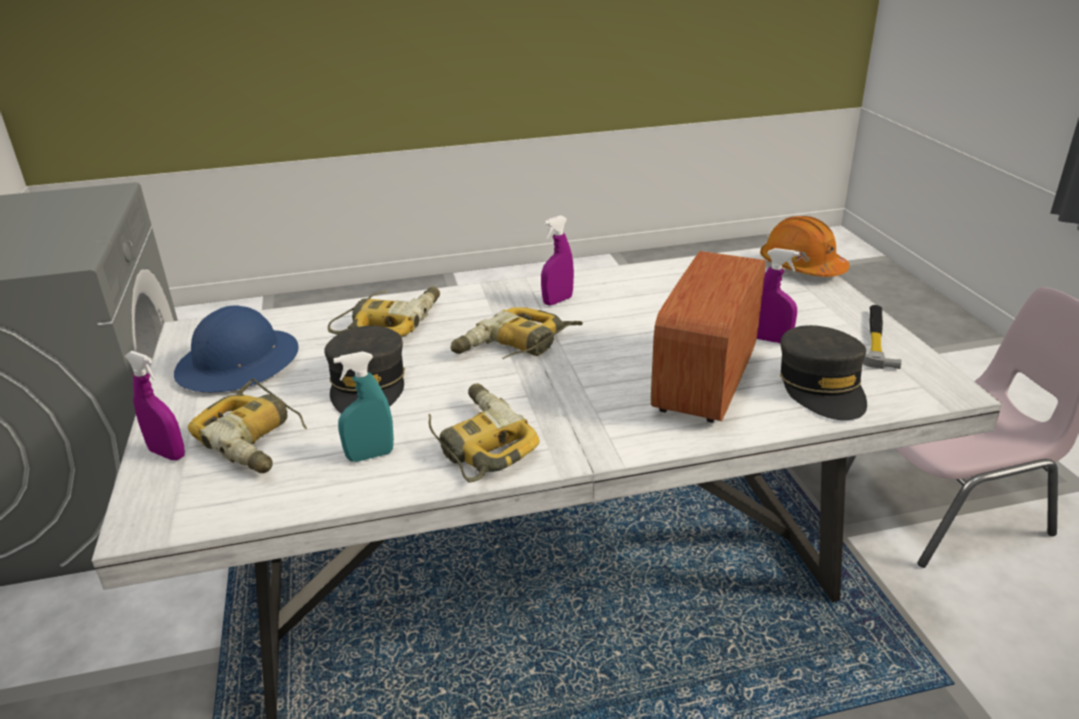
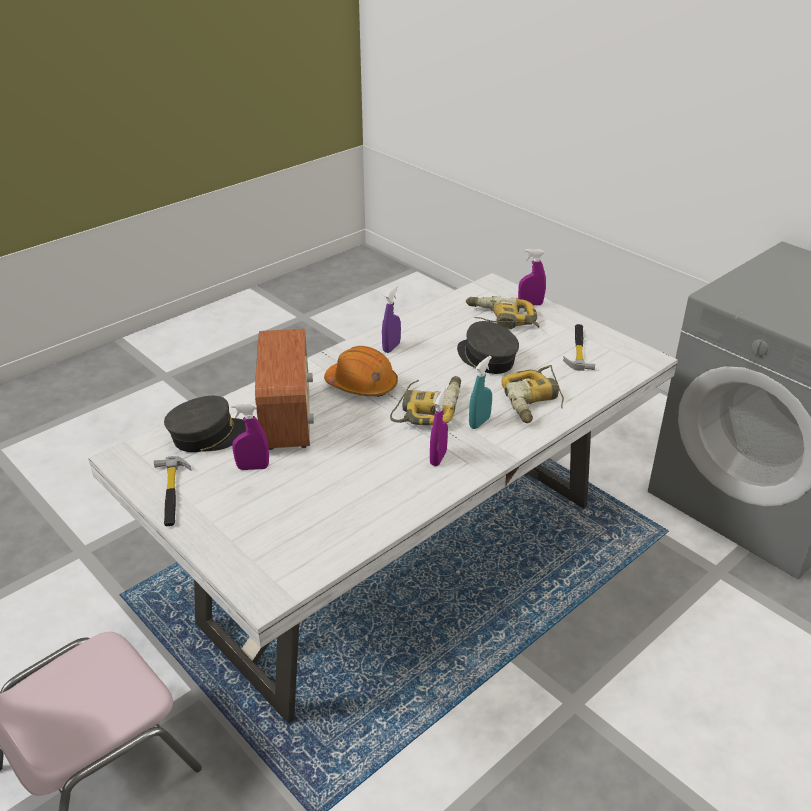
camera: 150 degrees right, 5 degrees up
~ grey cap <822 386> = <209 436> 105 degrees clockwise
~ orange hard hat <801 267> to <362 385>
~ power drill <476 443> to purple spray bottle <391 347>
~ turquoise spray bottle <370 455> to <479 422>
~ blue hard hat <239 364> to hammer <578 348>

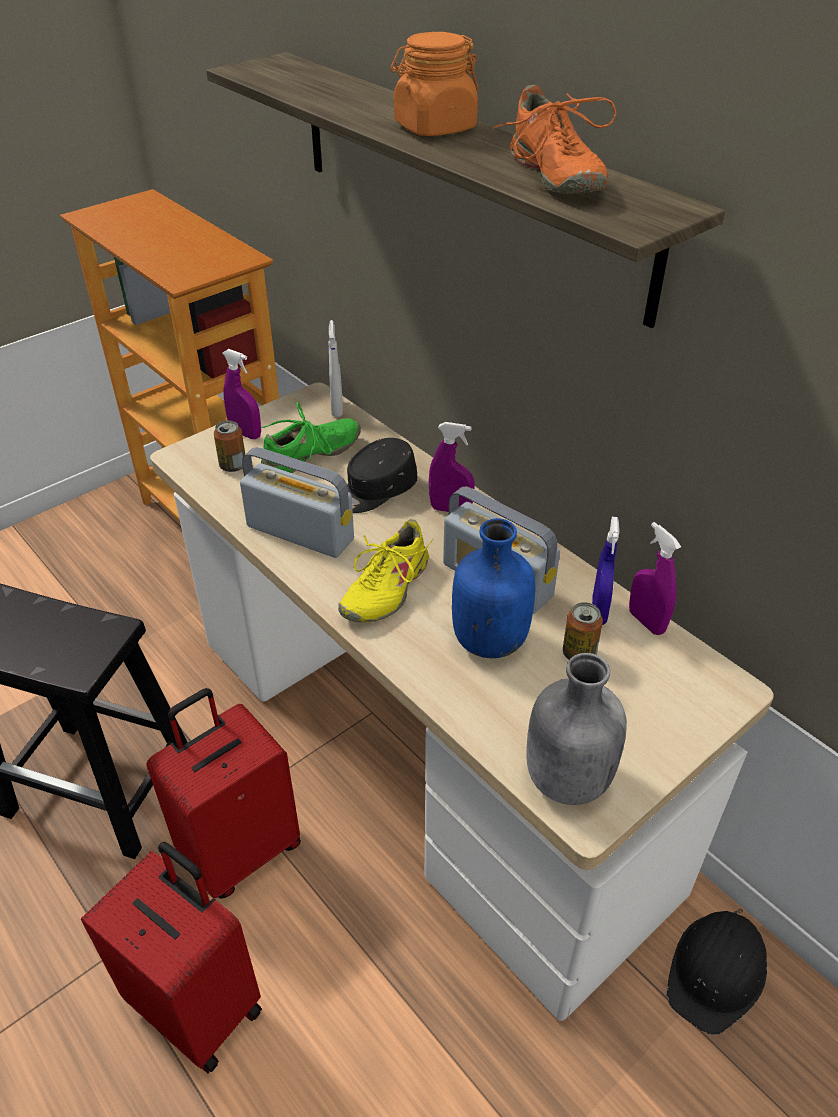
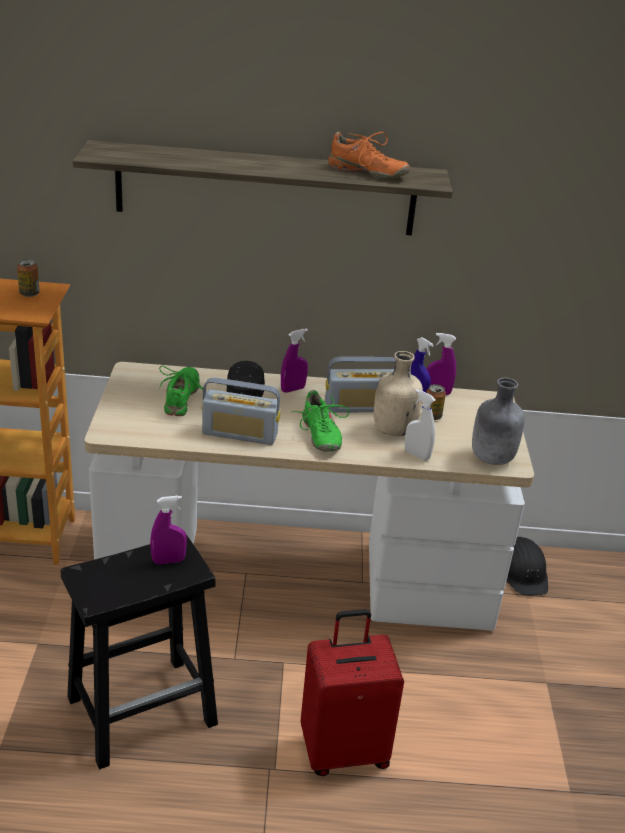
camera: 50 degrees left, 10 degrees down
~ can <233 466> to <29 293>
~ purple spray bottle <245 434> to <168 561>
~ radio <300 533> = <240 434> 150 degrees counterclockwise
~ yellow shoe <385 589> to green shoe <320 435>
~ blue bottle <489 639> to beige bottle <393 430>
~ white spray bottle <337 408> to <416 455>
- red suitcase <240 849>
- orange jar <434 128>

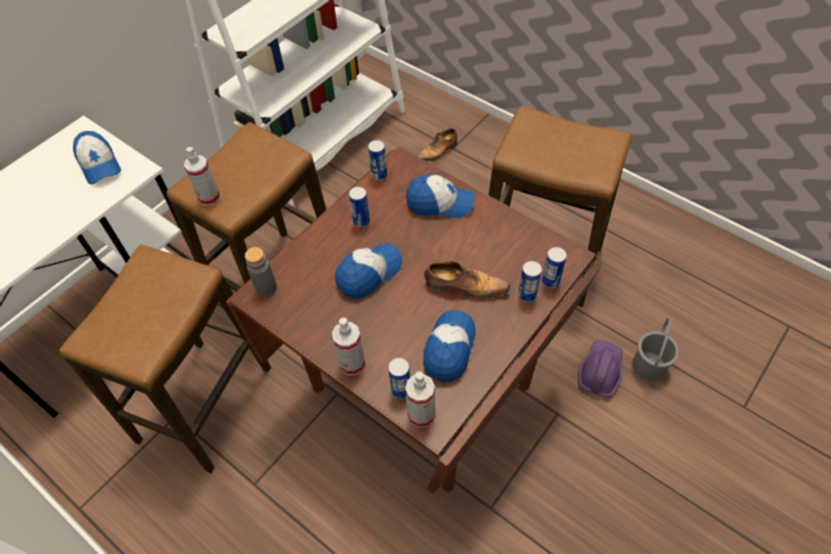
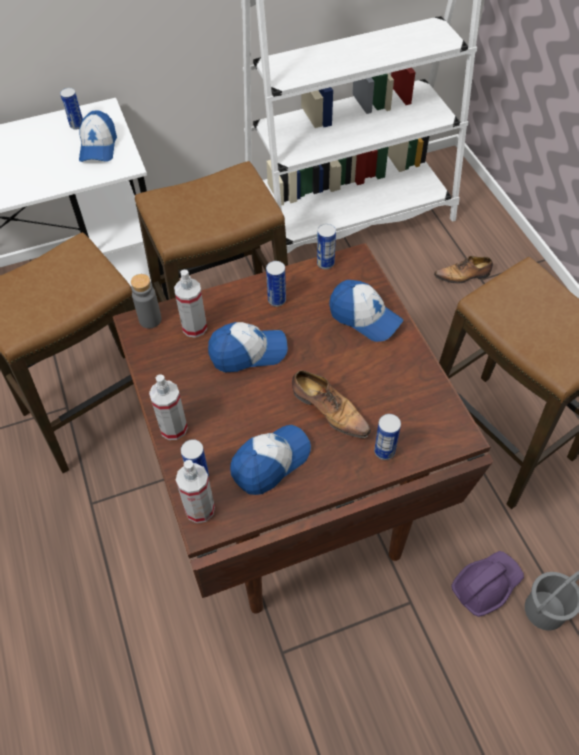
camera: 30 degrees right, 0 degrees up
~ can <550 282> to <77 125>
~ spray bottle <209 198> to <194 327>

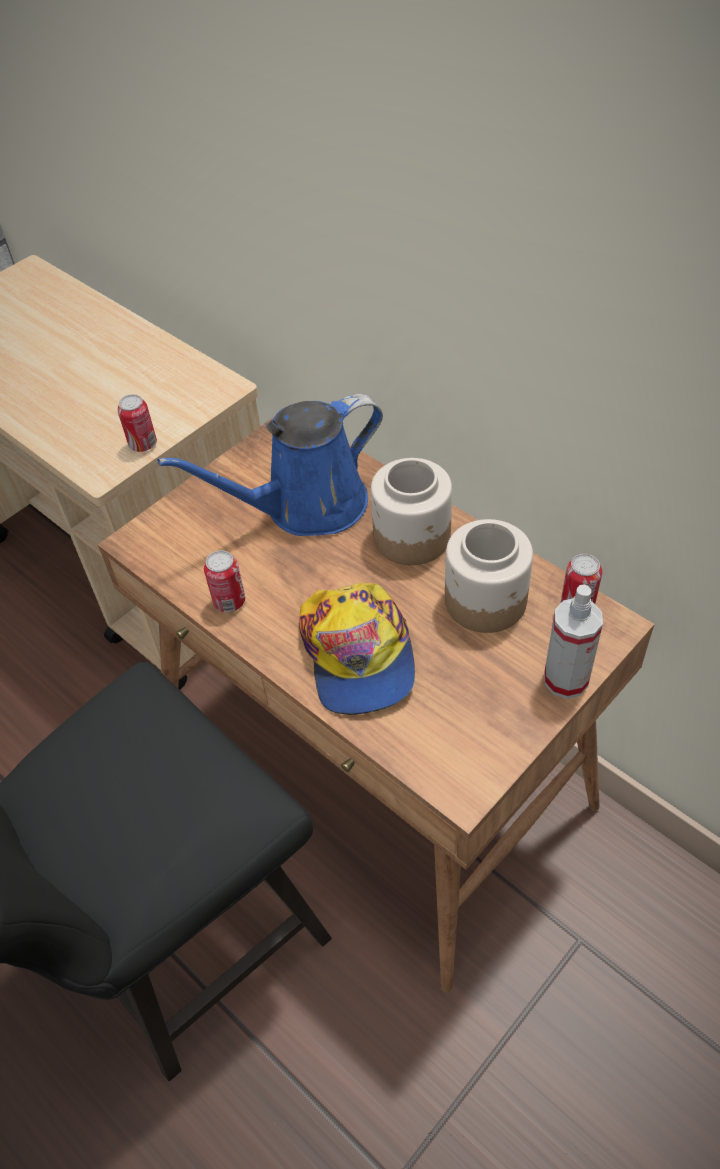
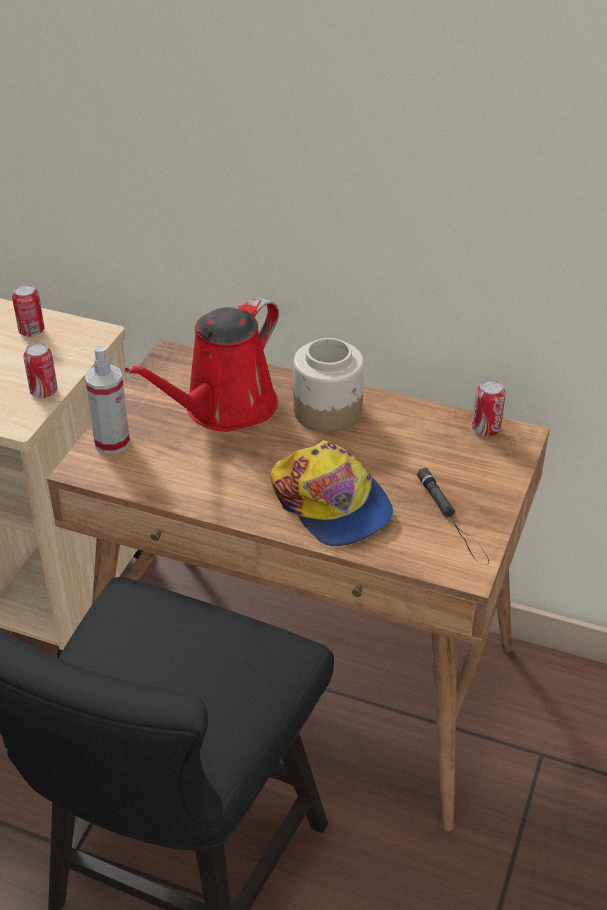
camera: 25 degrees left, 10 degrees down
~ can <229 601> to <31 331>
~ spray bottle <565 679> to <112 442>
~ blue watering can <306 506> to red watering can <224 409>
+ black flashlight <452 519>
- jar <486 601>

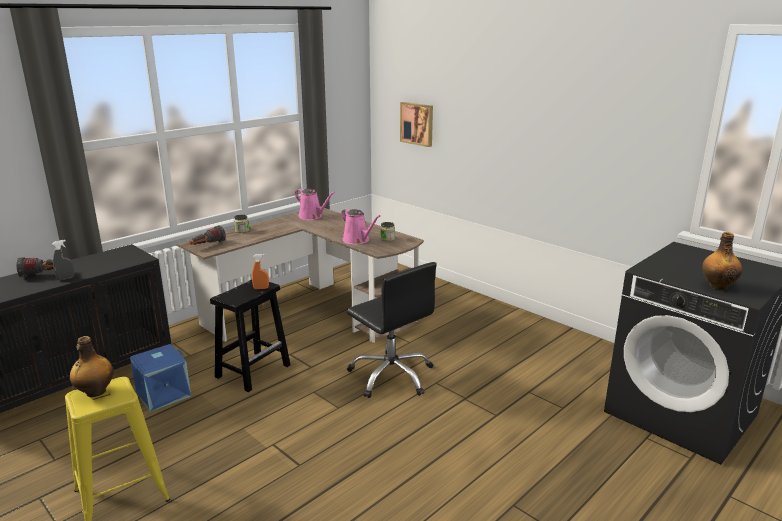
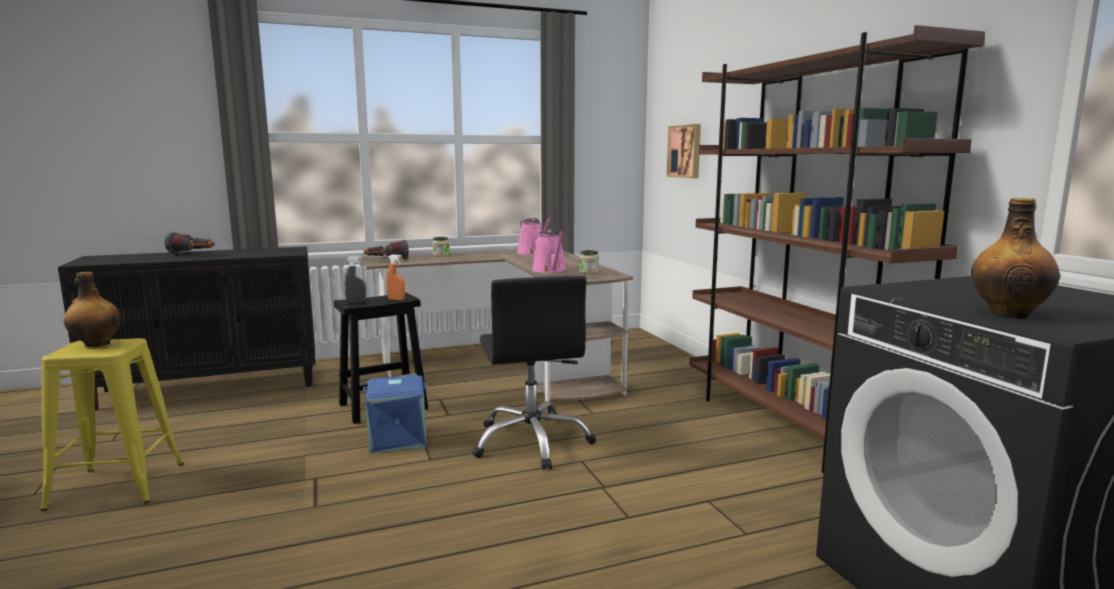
camera: 25 degrees right, 10 degrees down
~ grey spray bottle <66 278> to <356 302>
~ blue storage box <163 393> to <398 438>
+ brown bookcase <788 427>

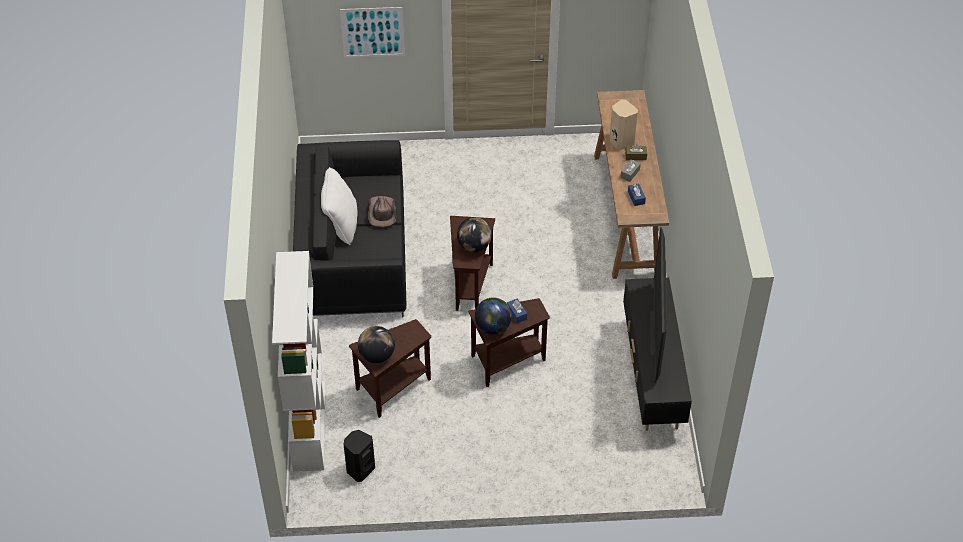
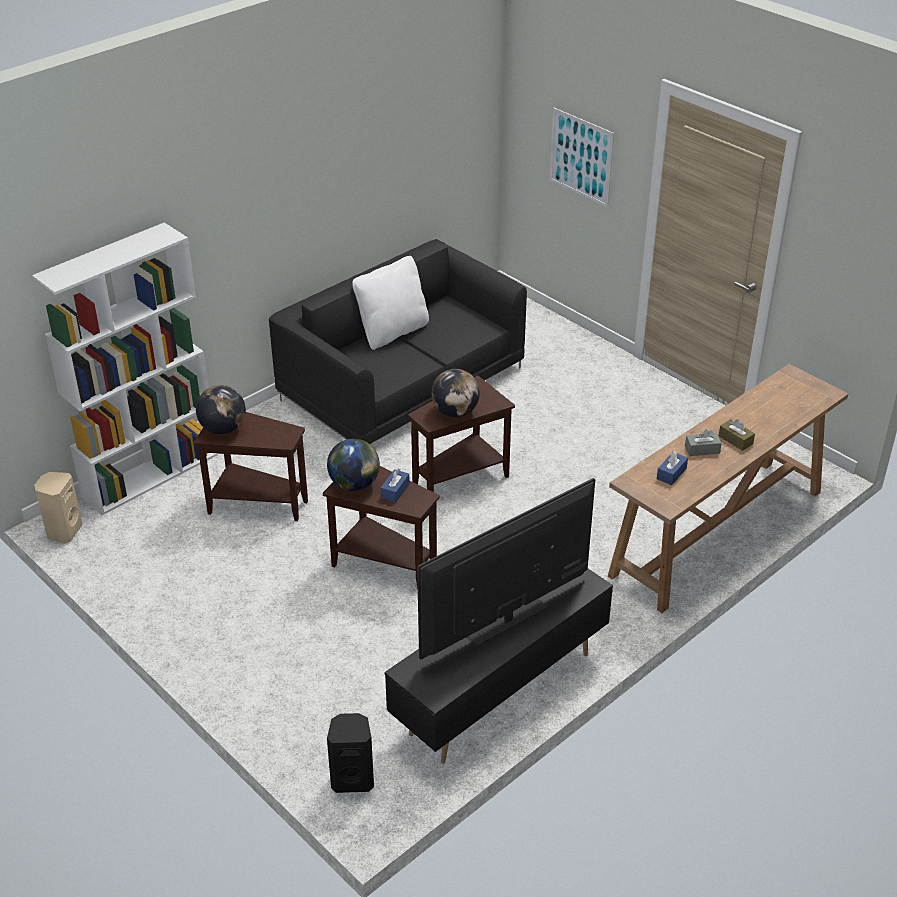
camera: 50 degrees right, 10 degrees down
~ beige speaker <620 141> to <63 531>
~ black speaker <360 469> to <353 778>
- brown hat <382 212>

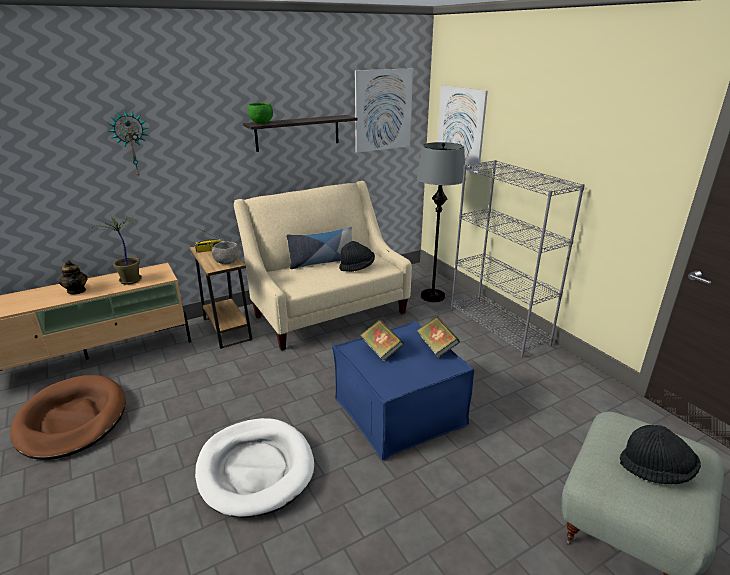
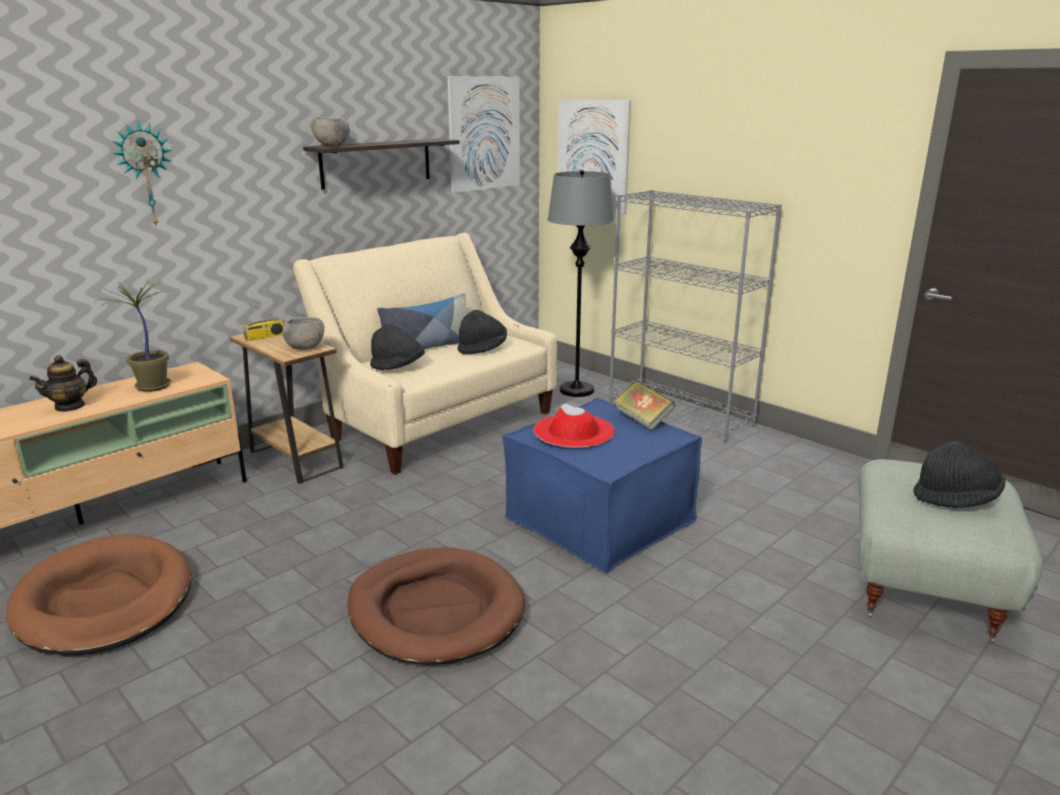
camera: 15 degrees left, 5 degrees down
~ teapot <77 291> = <70 406> 90 degrees clockwise
~ green bowl <261 123> to grey bowl <332 146>
~ white dog bed <255 469> to brown dog bed <435 611>
+ black hat <398 367>
~ book <381 350> to red hat <574 431>

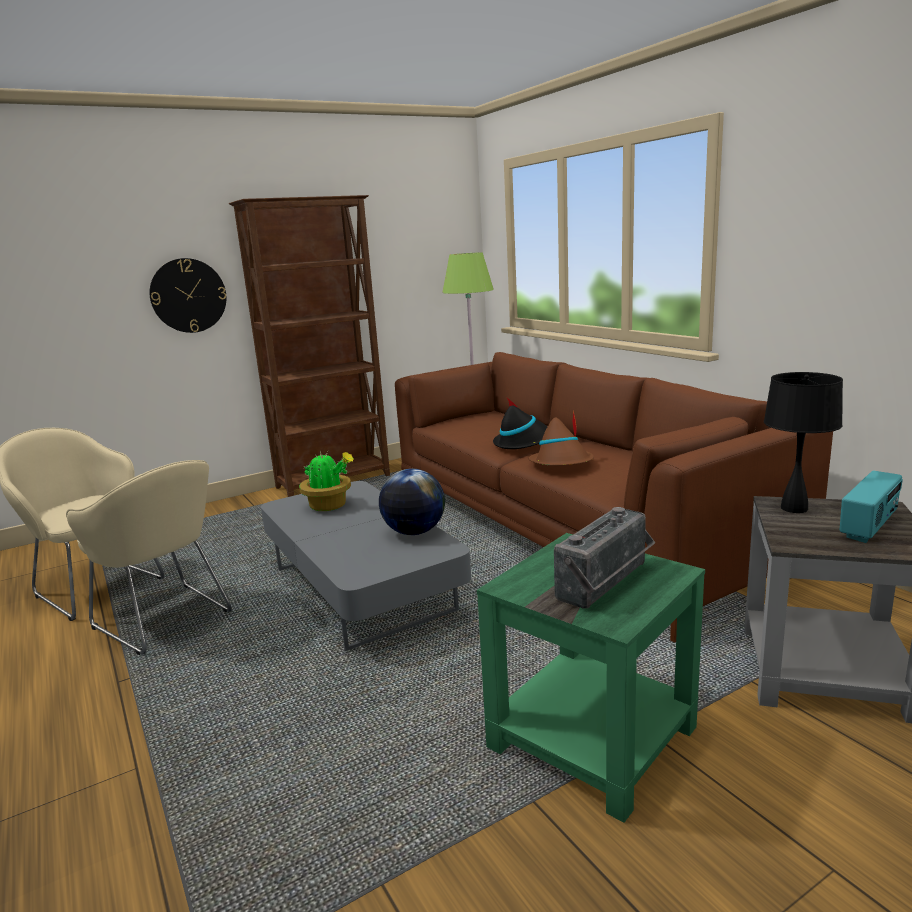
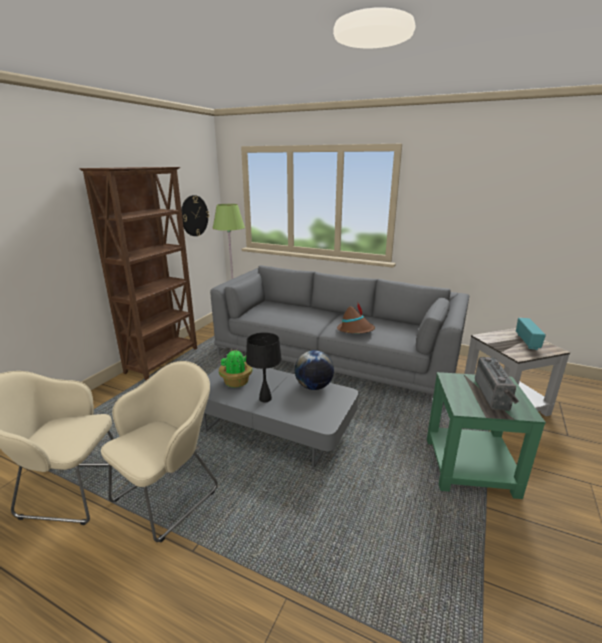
camera: 35 degrees left, 5 degrees up
~ beige armchair <167 621> = <170 494> 60 degrees counterclockwise
~ wall clock <188 295> to <194 216>
~ brown sofa <570 524> to grey sofa <334 358>
~ black table lamp <793 508> to <265 398>
- black hat <524 442>

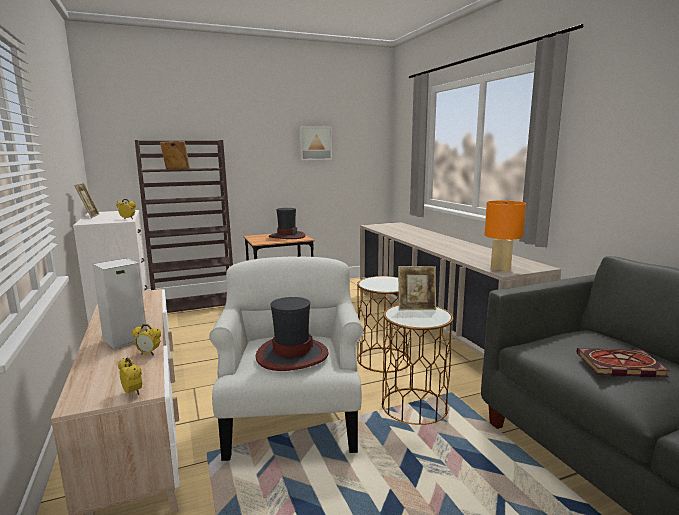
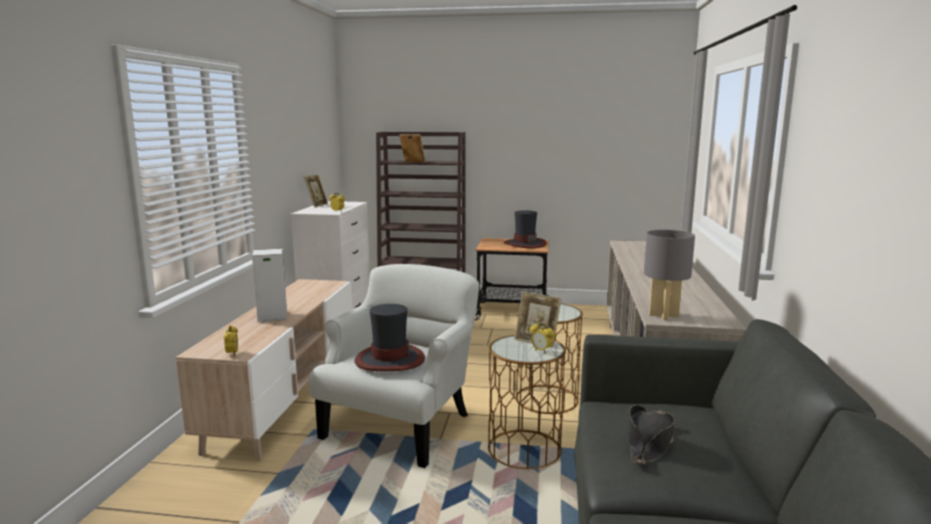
camera: 30 degrees right, 0 degrees up
~ alarm clock <149 353> to <541 351>
~ book <618 366> to black hat <649 443>
~ orange table lamp <500 269> to grey table lamp <663 315>
- picture <315 143>

